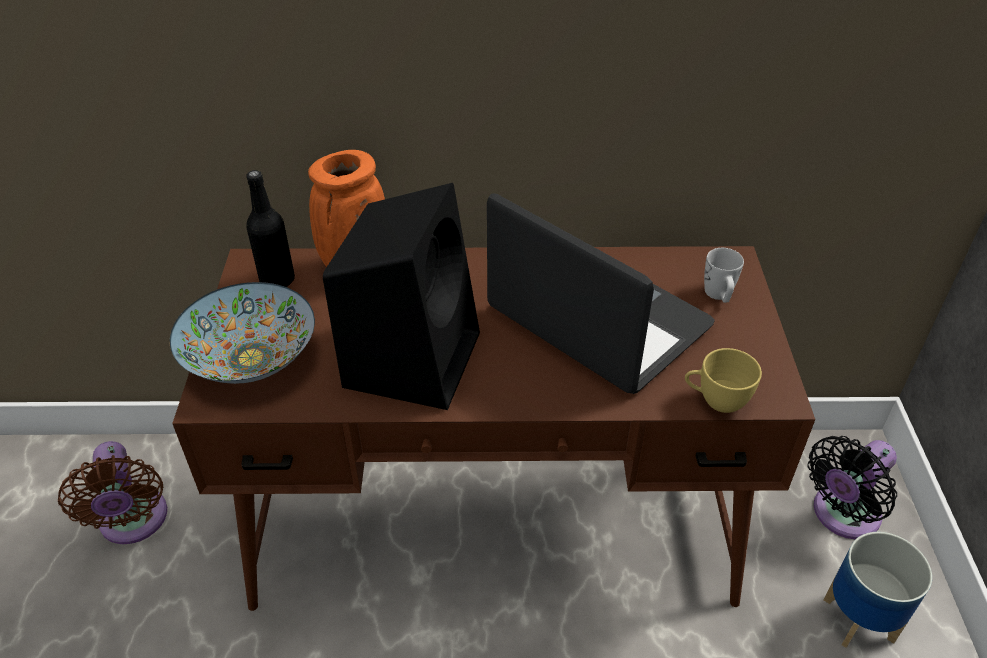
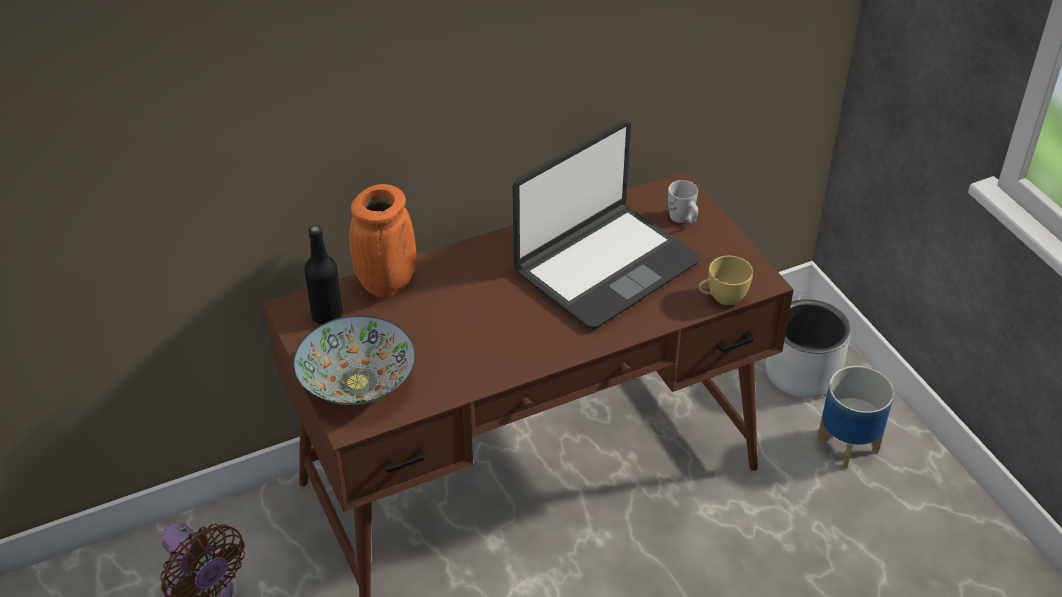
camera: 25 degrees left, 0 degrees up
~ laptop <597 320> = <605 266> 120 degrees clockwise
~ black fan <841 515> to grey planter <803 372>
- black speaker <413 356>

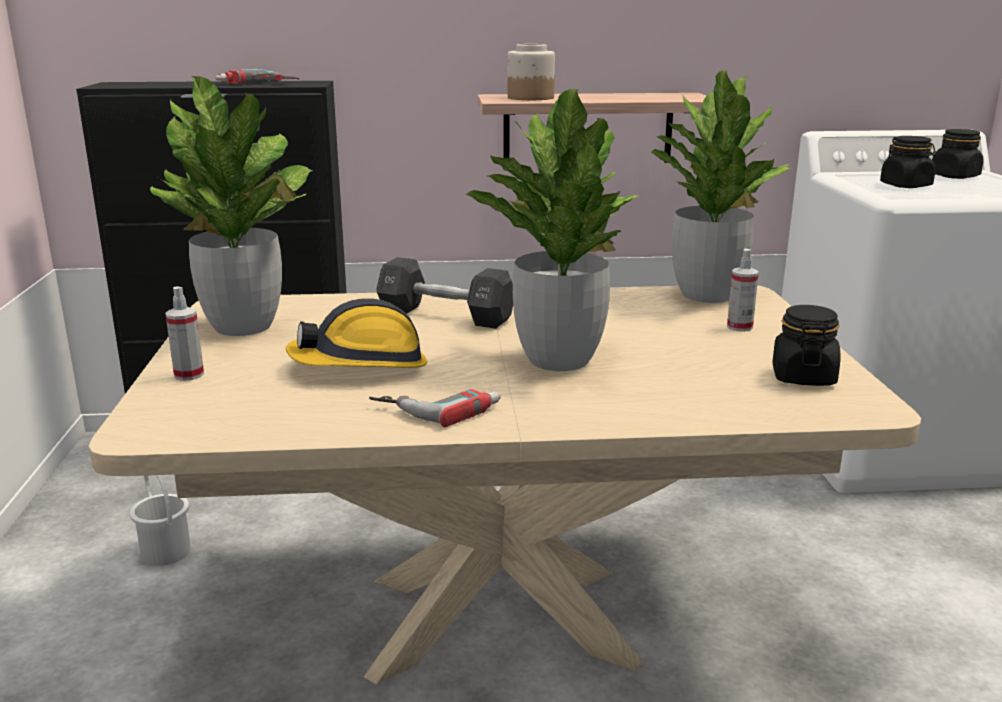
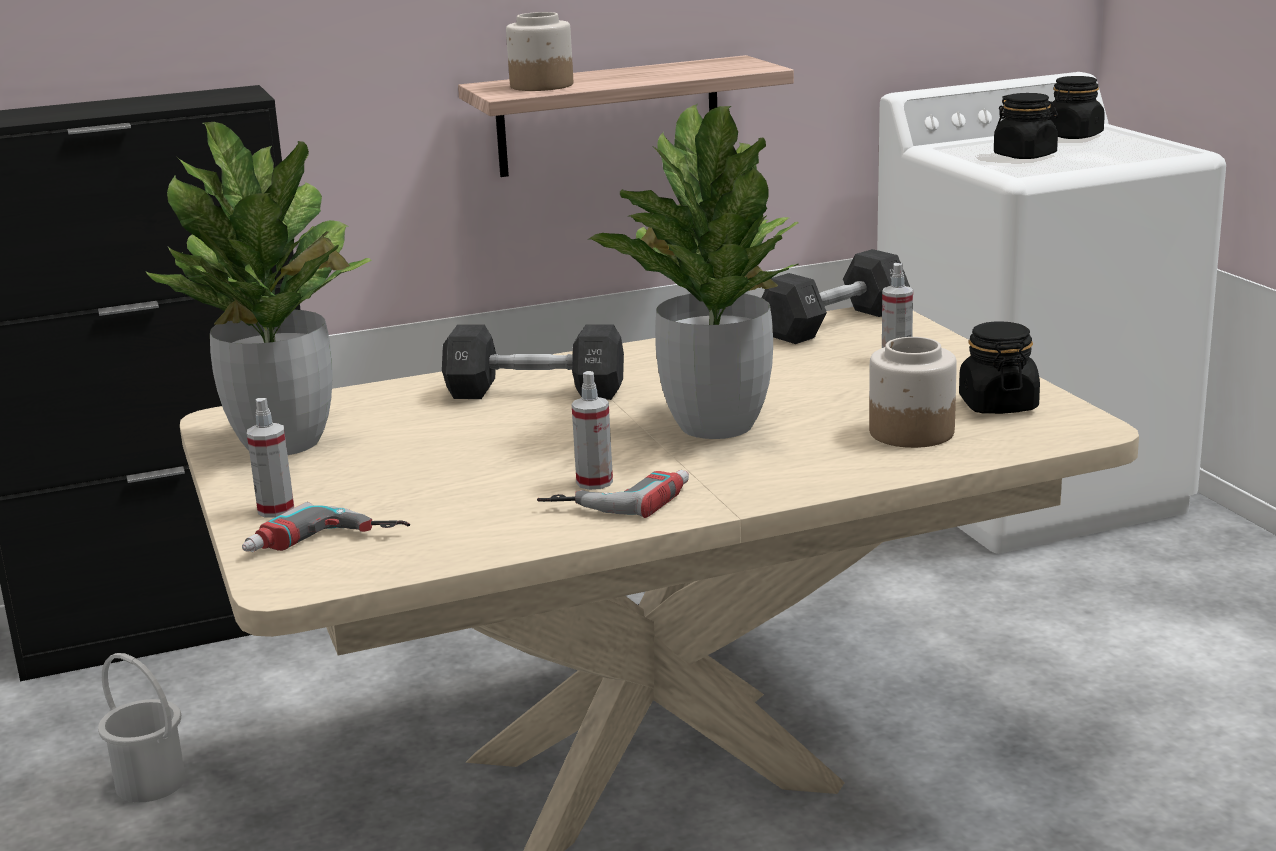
camera: 15 degrees left, 0 degrees up
~ power drill <256 84> to <325 546>
+ spray bottle <594 482>
~ potted plant <707 295> to black dumbbell <835 323>
+ jar <910 432>
- hard hat <361 365>

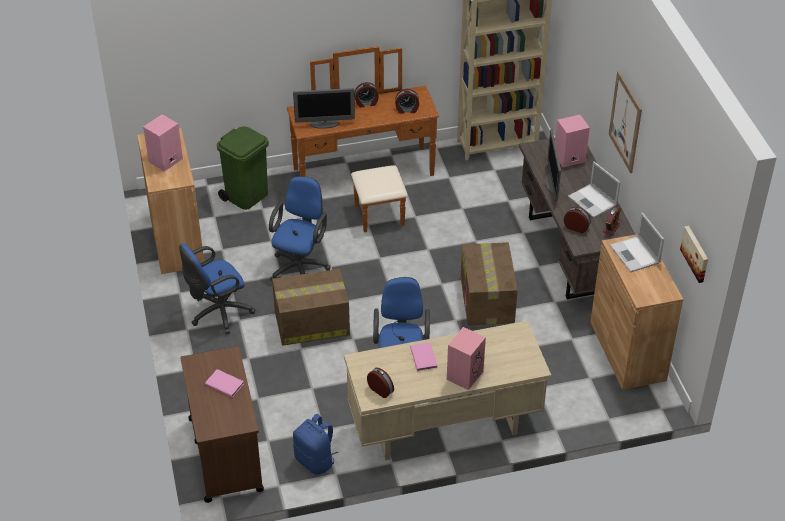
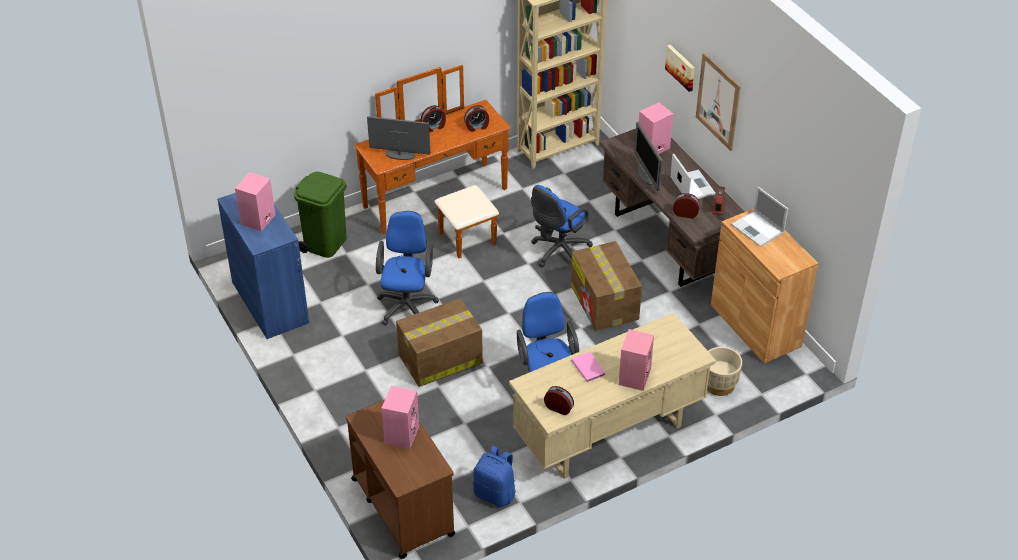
camera: 15 degrees left, 0 degrees up
~ brown cabinet <177 241> to blue cabinet <270 302>
~ monitor <325 124> = <400 155> 150 degrees counterclockwise
~ pink book <224 383> to pink speaker <401 433>
~ blue office chair <218 313> to <558 252>
~ picture <696 253> to <681 67>
~ laptop <593 201> = <692 185> 150 degrees counterclockwise
+ beige planter <719 385>

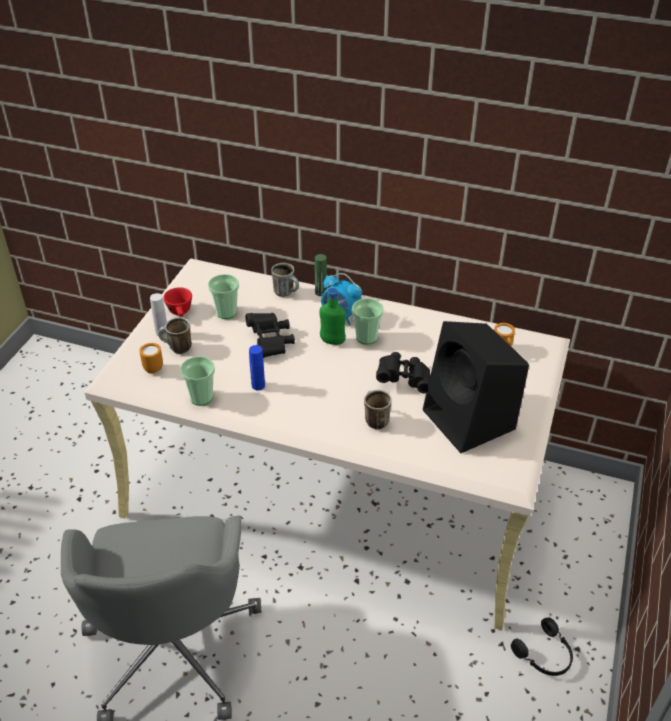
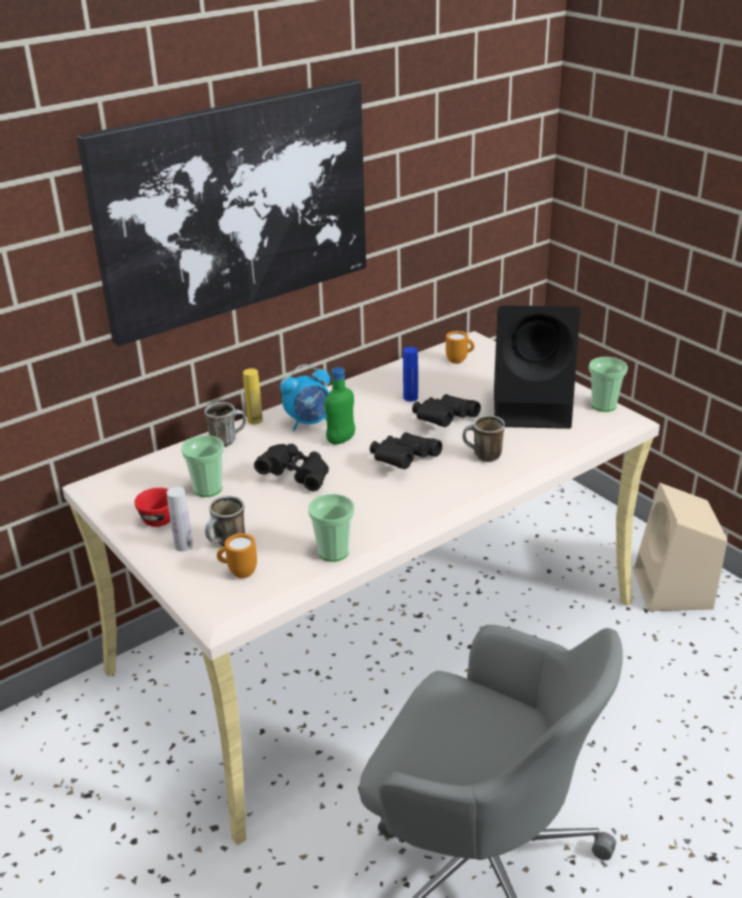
camera: 55 degrees left, 10 degrees down
+ picture <235 207>
~ green bottle <320 292> to yellow bottle <255 420>
+ black binoculars <403 461>
~ blue bottle <258 385> to <410 397>
~ cup <366 337> to <603 405>
~ black headphones <545 655> to beige speaker <673 590>

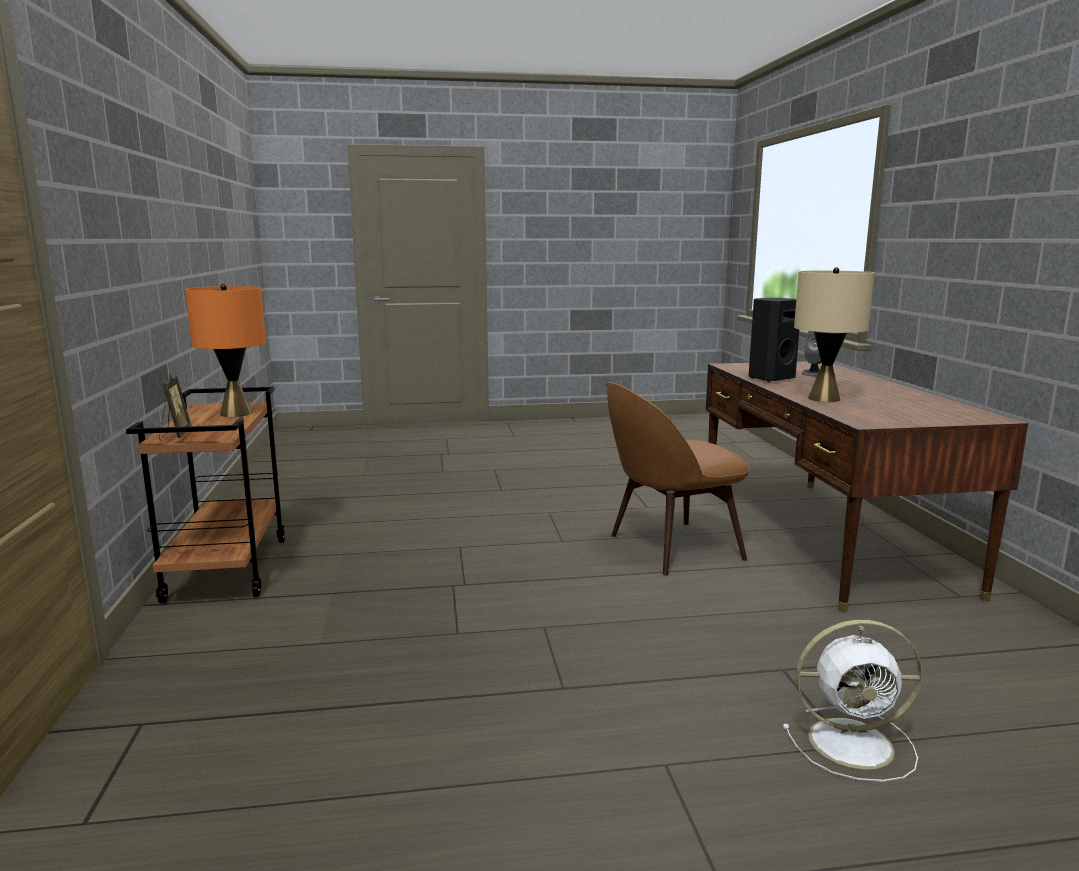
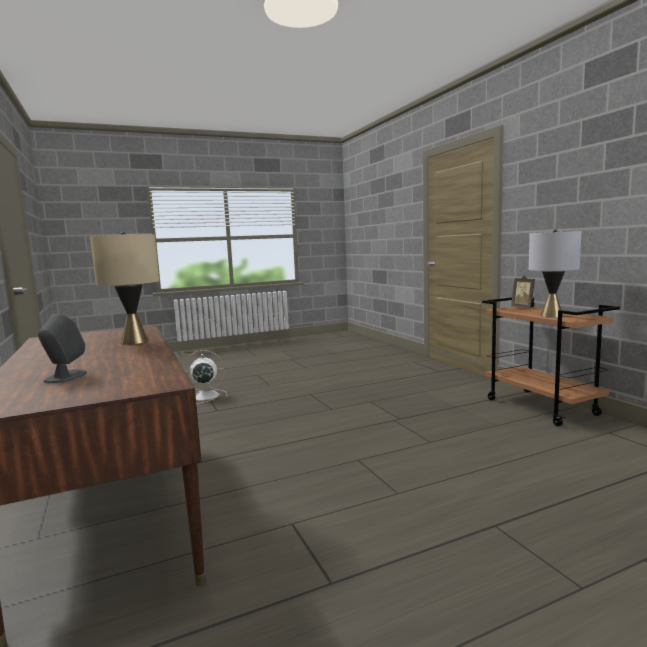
camera: 165 degrees right, 5 degrees down
~ orange table lamp <236 413> to grey table lamp <551 316>
- brown chair <670 548>
- black speaker <769 378>

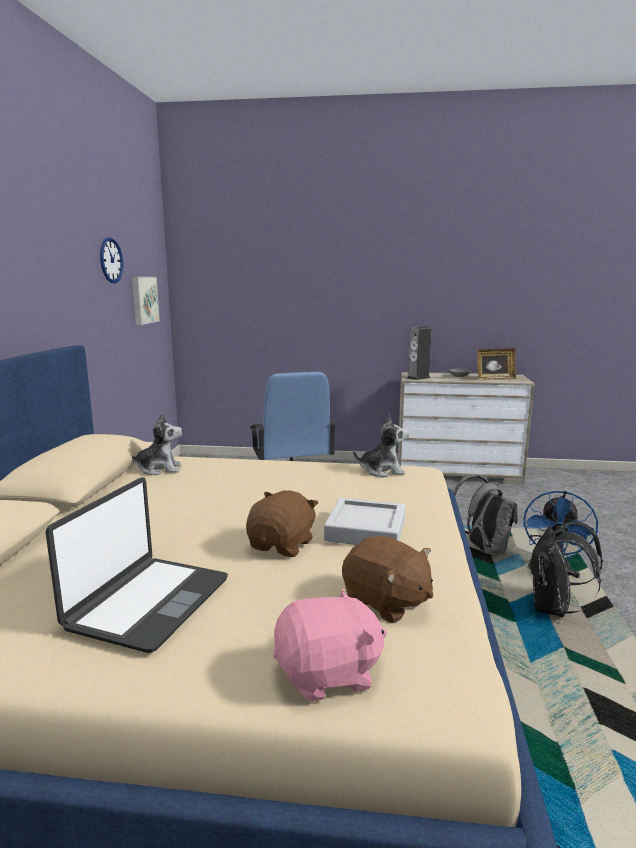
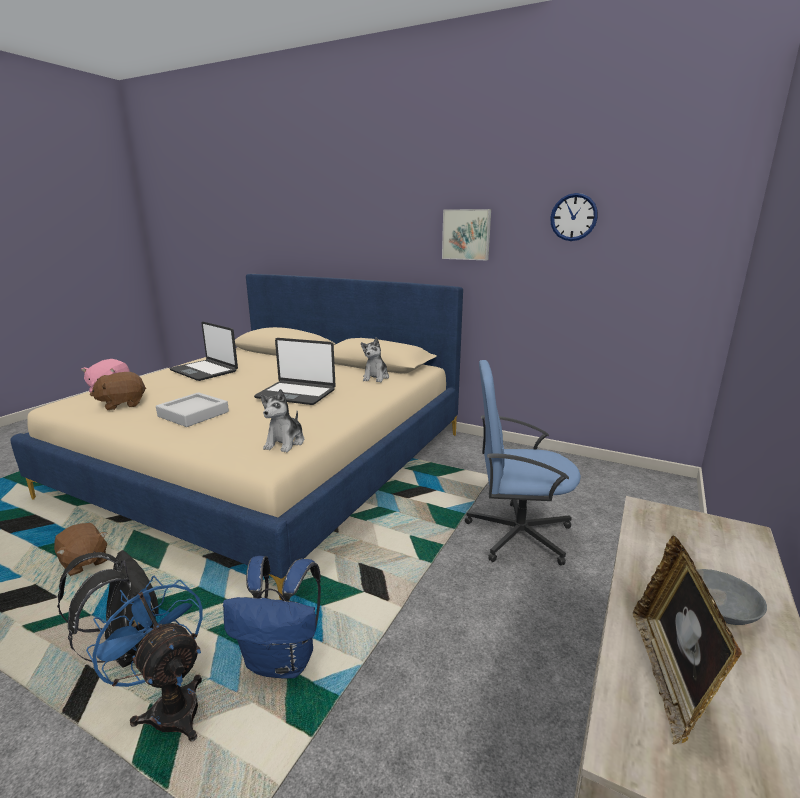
camera: 110 degrees right, 5 degrees up
~ brown plush toy <282 545> to <84 562>
~ grey backpack <483 548> to blue backpack <283 661>
+ laptop <296 394>
~ picture <143 300> to <466 234>
- speaker <418 378>

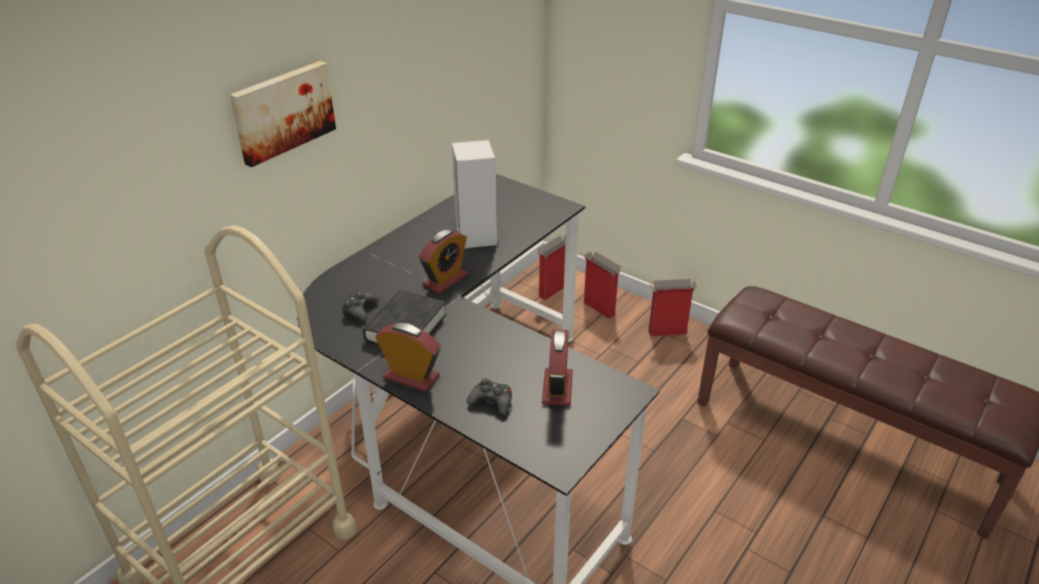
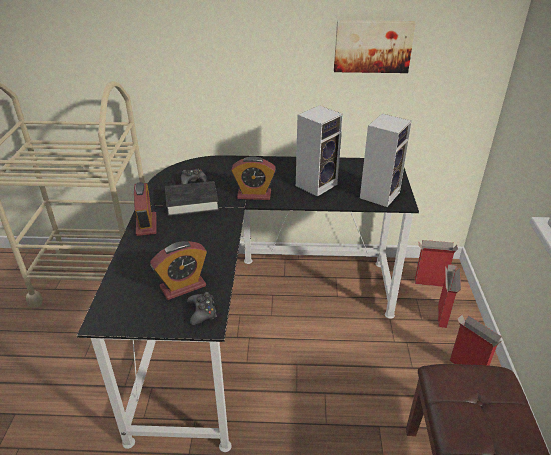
camera: 55 degrees right, 0 degrees up
~ black game controller <492 401> to <202 312>
~ picture <282 111> to <372 46>
+ speaker <379 194>

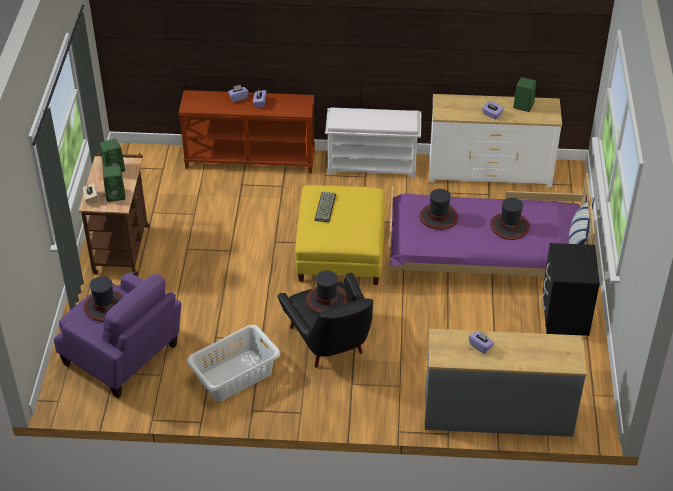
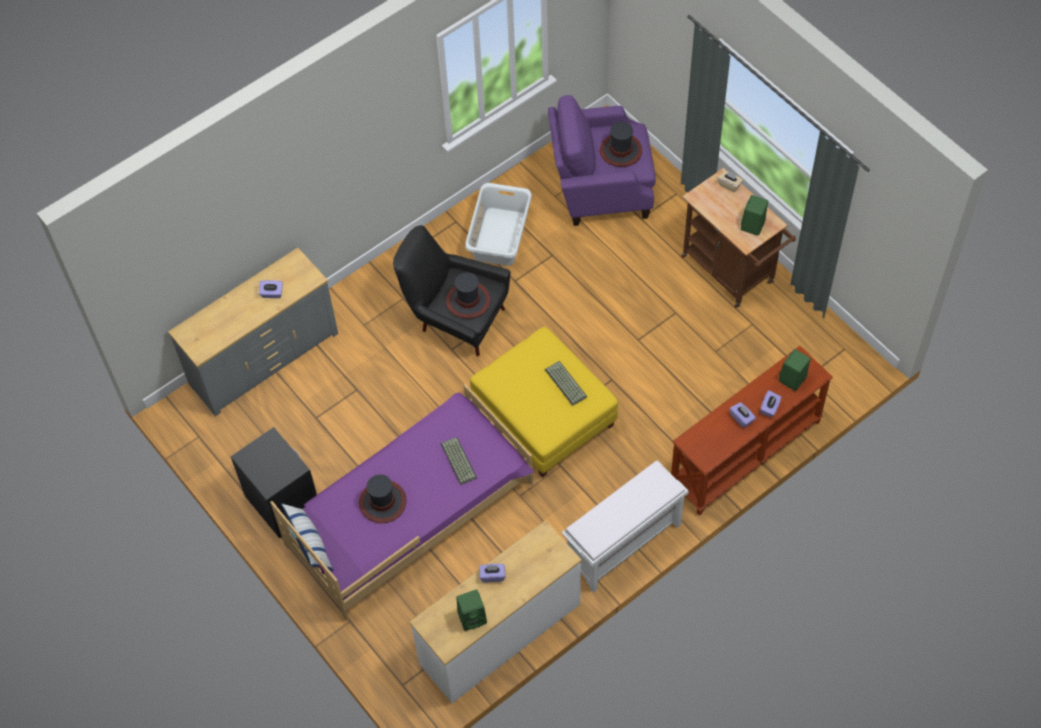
camera: 140 degrees right, 15 degrees up
~ hat <438 217> to keyboard <457 460>
~ green speaker <116 195> to <792 380>

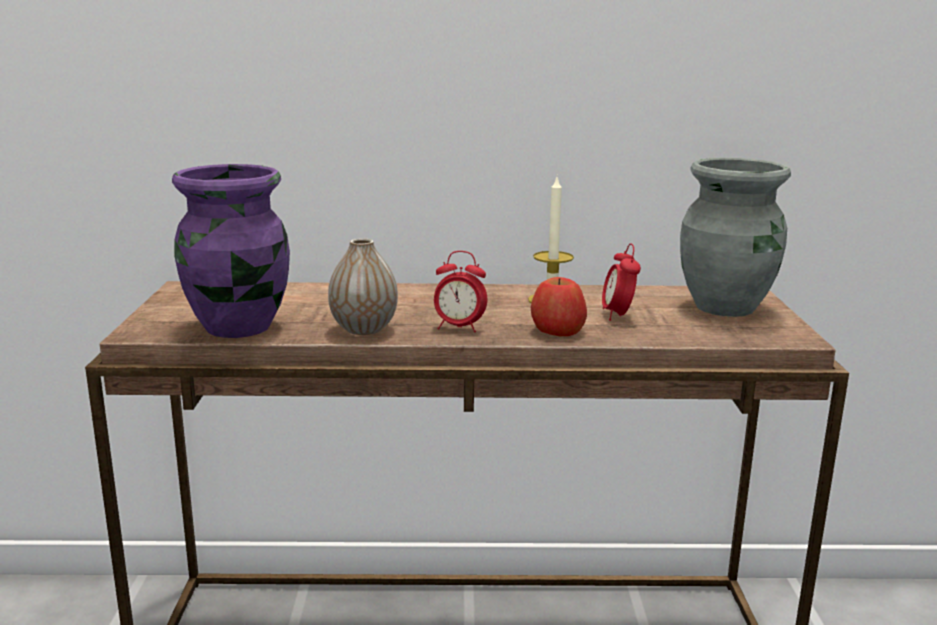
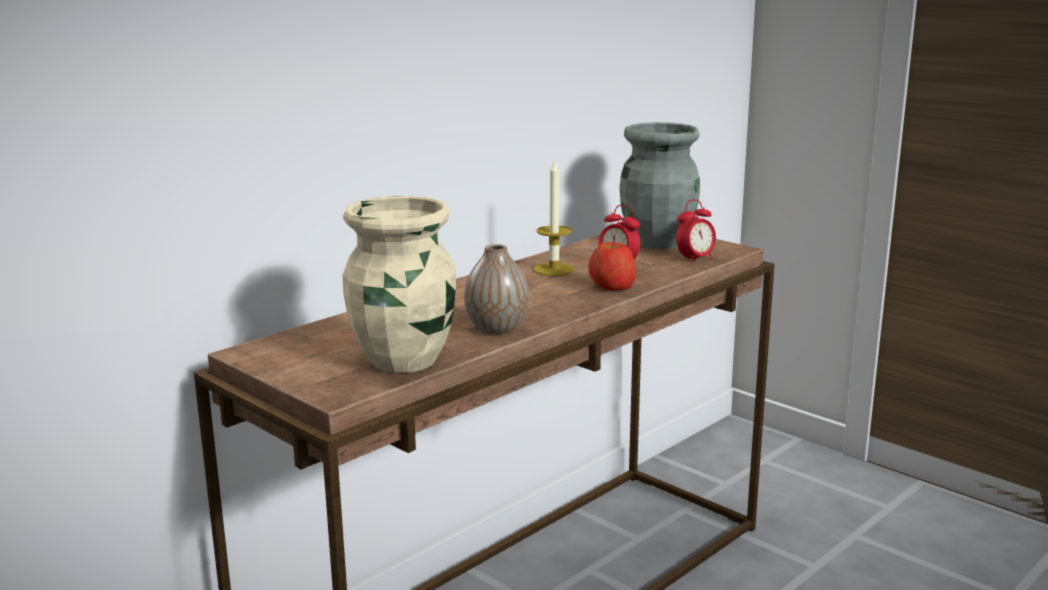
camera: 45 degrees left, 0 degrees up
~ purple vase <238 327> to beige vase <405 361>
~ alarm clock <459 328> to <695 260>

